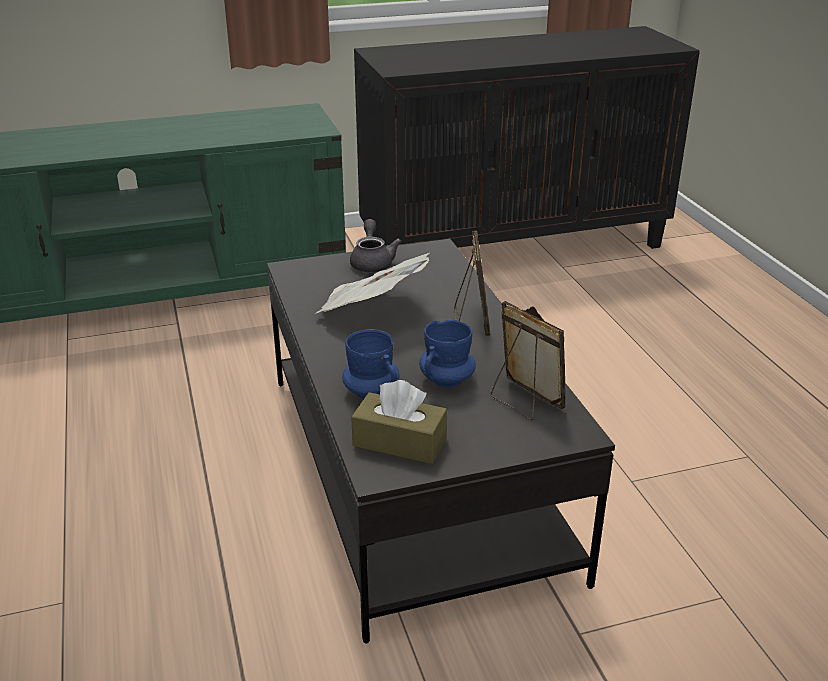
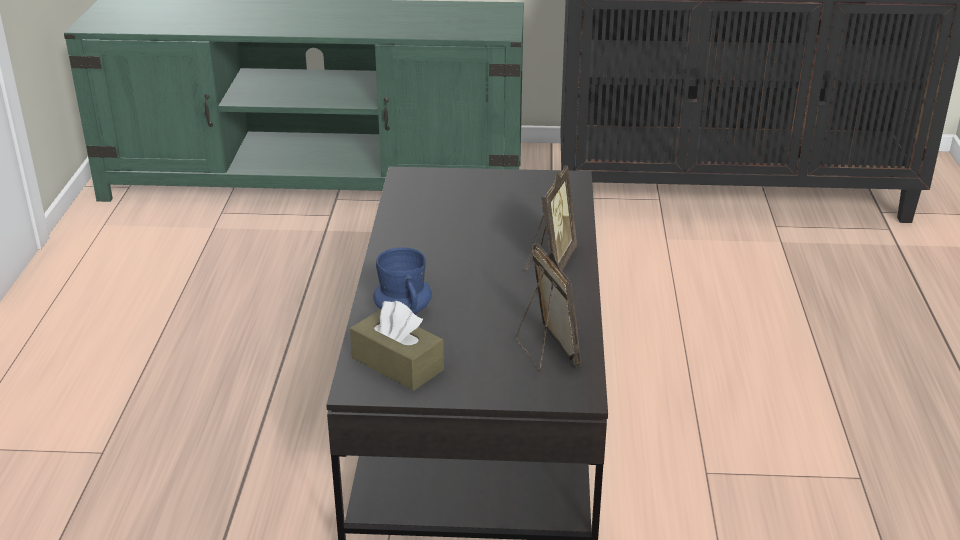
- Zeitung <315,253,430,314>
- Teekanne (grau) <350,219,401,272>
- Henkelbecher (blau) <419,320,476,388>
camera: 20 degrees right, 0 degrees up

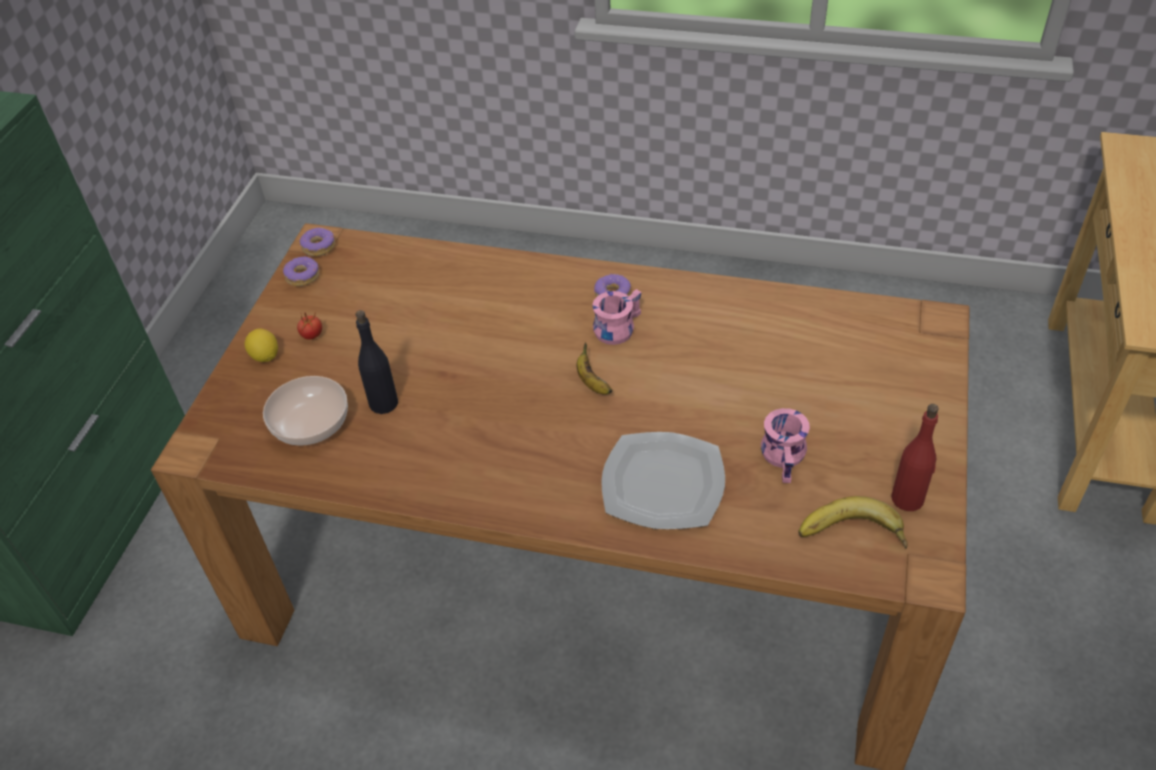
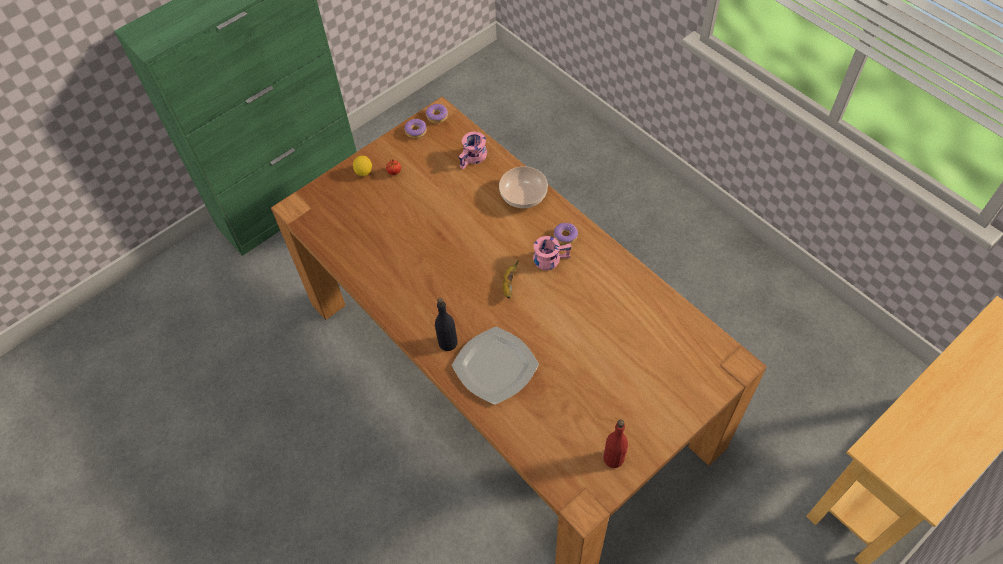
~ Flasche (schwarz) <356,310,398,414> to <435,298,458,351>
~ Henkelbecher (rosa) <761,408,810,483> to <458,132,487,169>
~ Schüssel <263,376,348,446> to <499,166,548,208>
- Banane <798,496,908,549>
camera: 35 degrees right, 10 degrees up

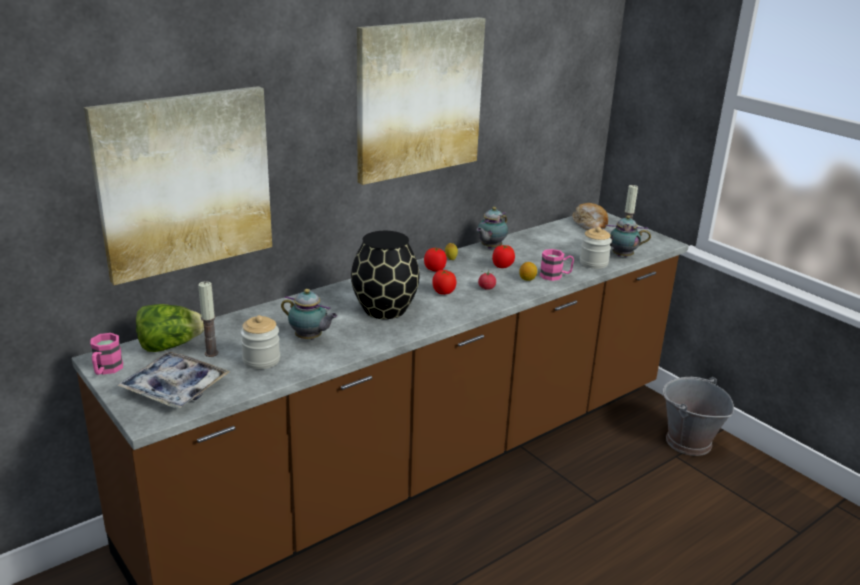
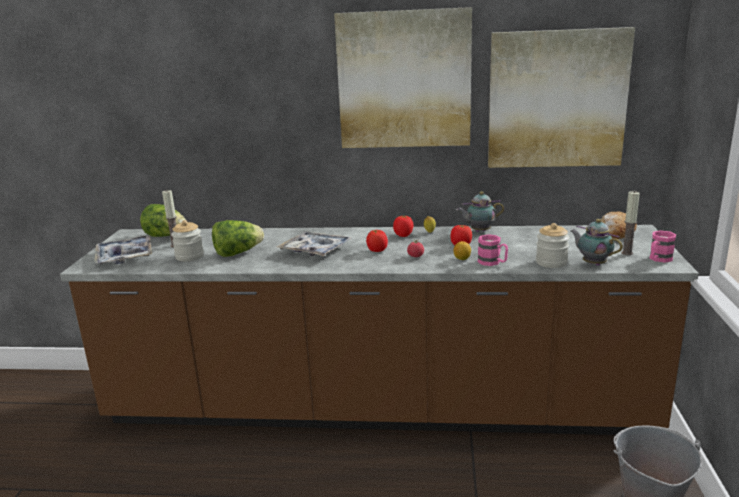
~ Teekanne <281,289,338,339> to Salatkopf <212,220,264,257>
~ Vase (schwarz) <351,231,420,319> to Tablett <277,231,352,256>
~ Bild <84,86,272,285> to <488,27,635,168>
~ Henkelbecher (rosa) <90,333,123,375> to <650,230,676,263>
camera: 45 degrees right, 5 degrees down

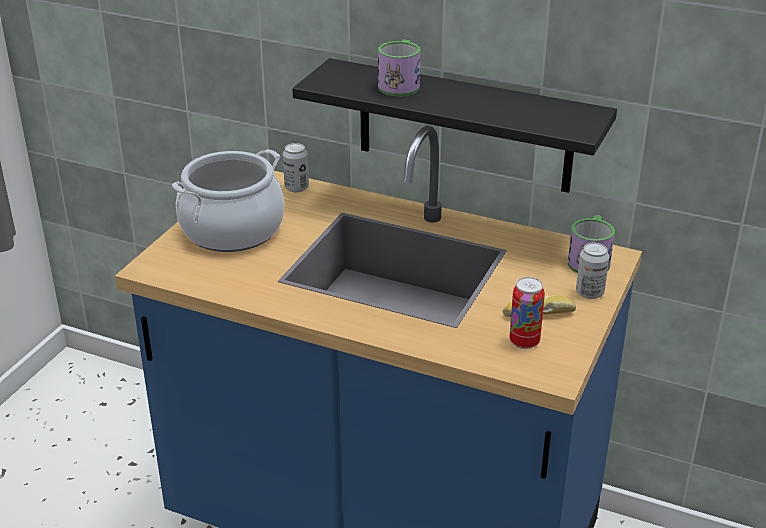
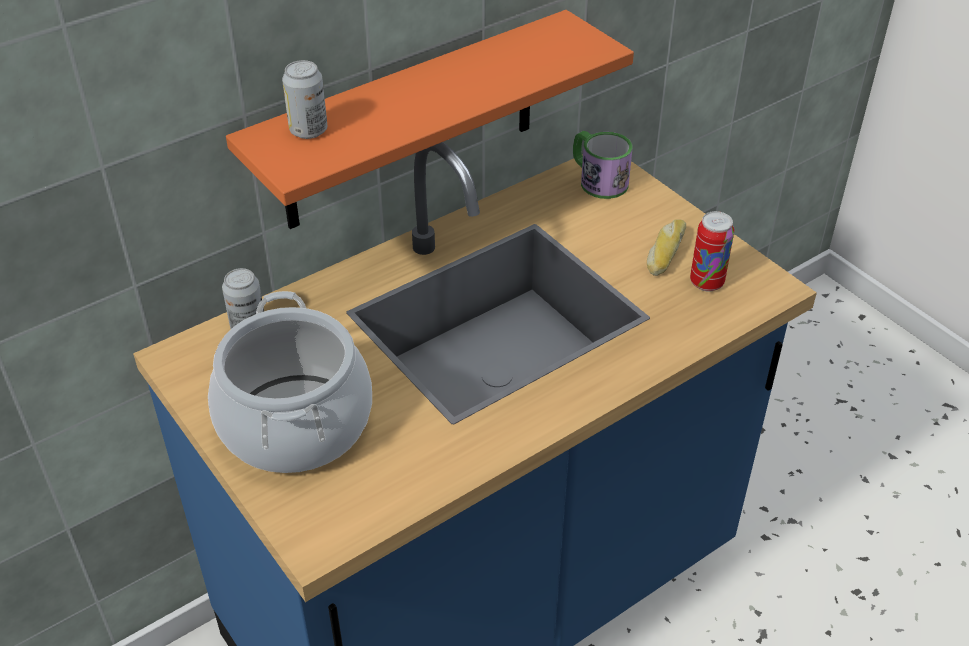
~ Wandregal (schwarz) <292,58,617,193> to Wandregal (orange) <226,10,634,229>
~ Dose <576,243,609,299> to <282,60,327,139>
- Henkelbecher <378,40,420,97>
camera: 60 degrees left, 10 degrees up

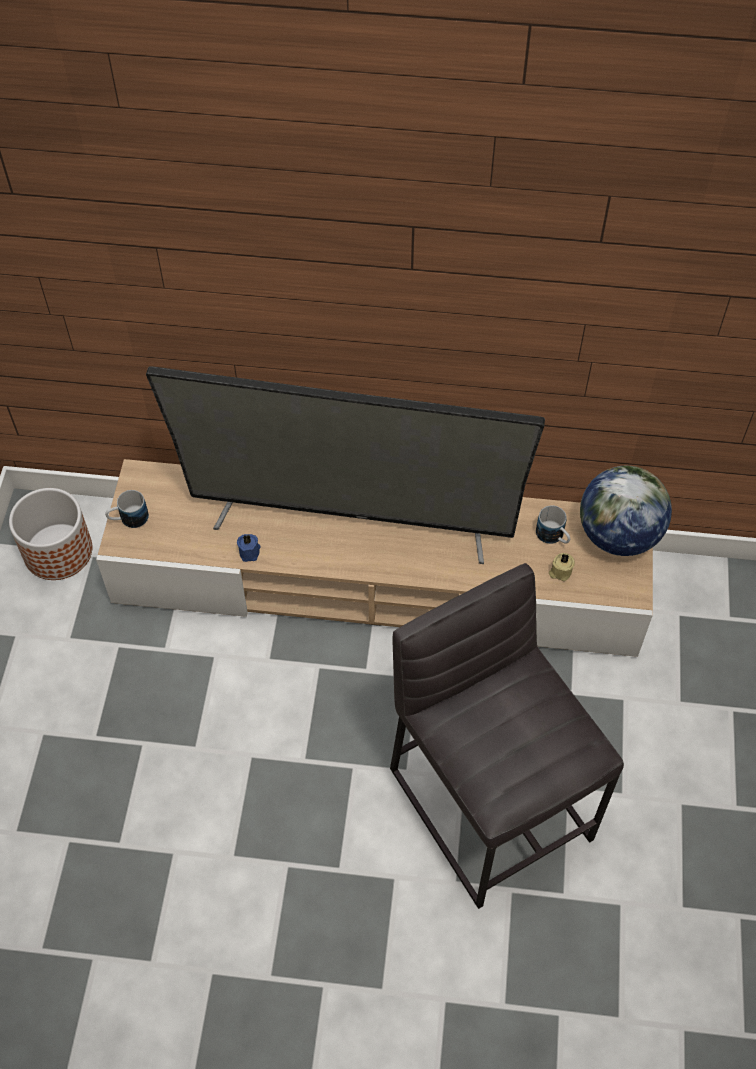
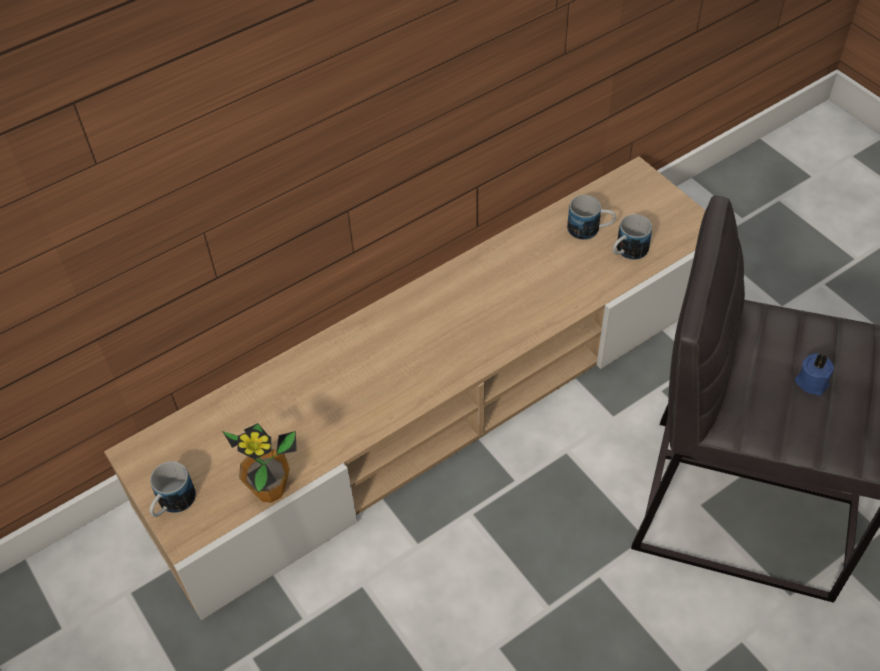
+ Topfpflanze <222,423,297,503>
~ Kerze (beige) <549,553,575,581> to Henkelbecher <613,214,652,260>
~ Kerze (blau) <237,534,261,562> to <795,353,834,396>
- Pflanzkübel <9,488,92,580>
- Fernseher <146,366,545,564>
- Globus <580,465,672,556>
camera: 40 degrees left, 5 degrees down

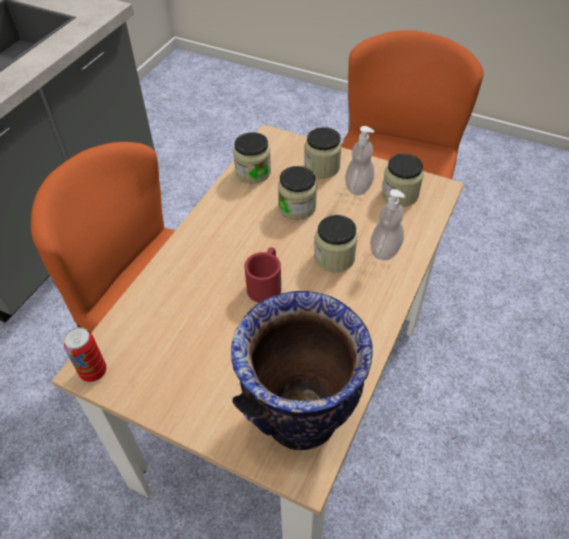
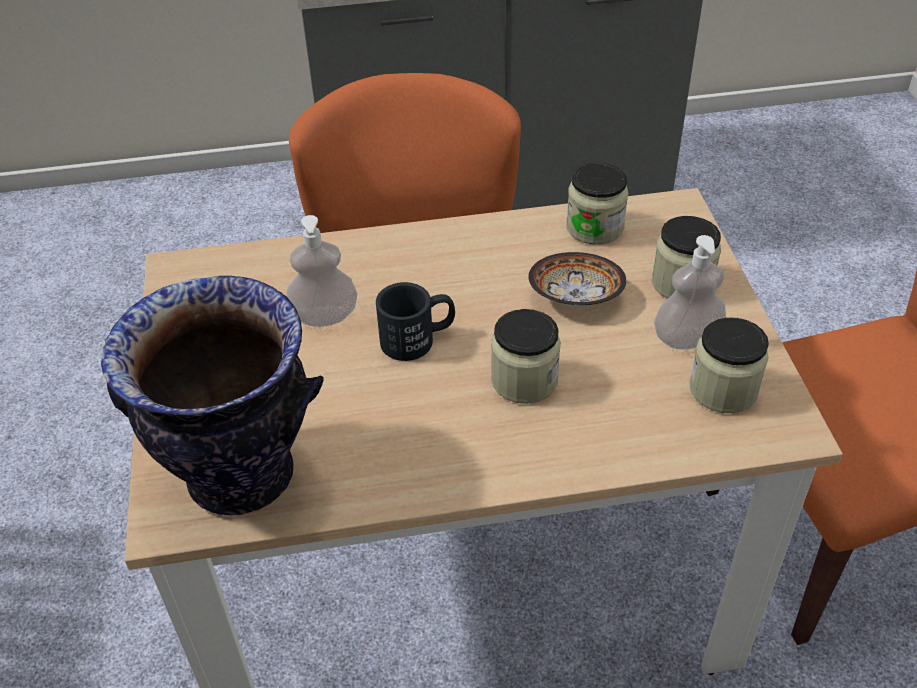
~ Seifenspender <370,189,406,260> to <286,215,357,327>
~ Henkelbecher (rot) <244,248,281,303> to Henkelbecher (schwarz) <376,282,455,361>
~ Vorratsglas <278,166,317,220> to Schüssel <528,252,626,307>
- Dose <64,327,106,382>
camera: 55 degrees right, 5 degrees down

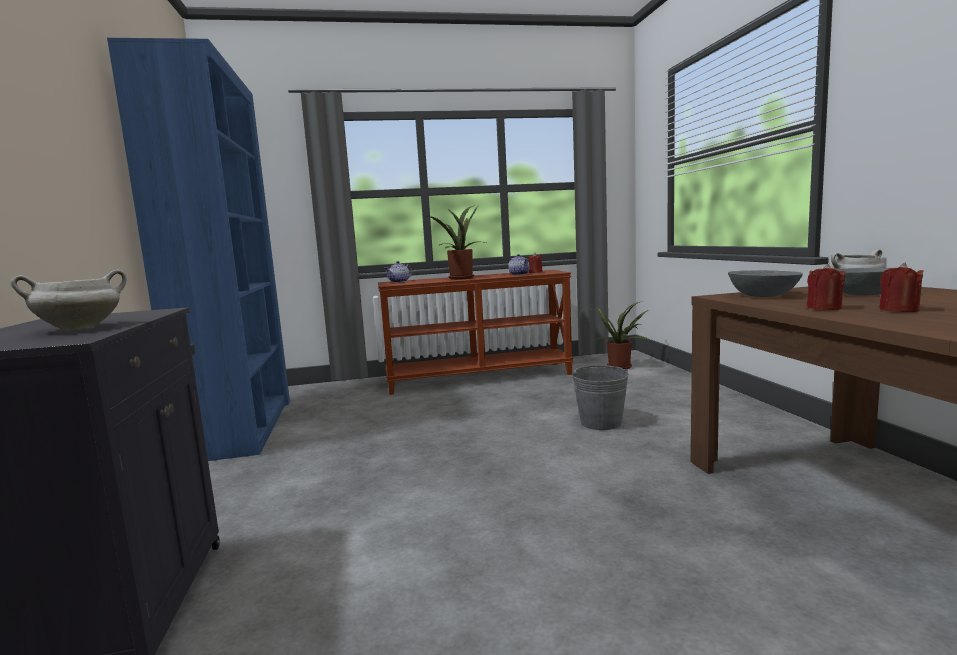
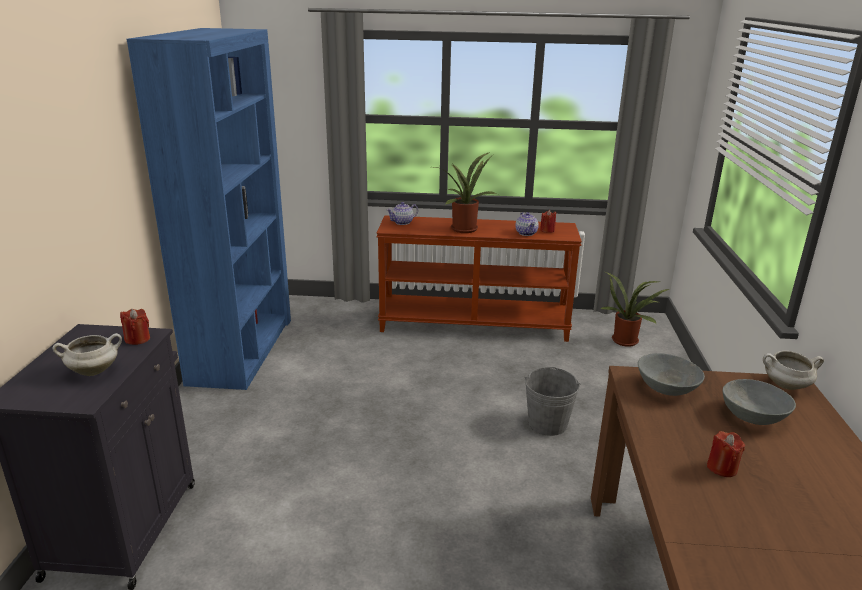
~ Kerze (rot) <807,264,845,310> to <120,309,150,345>
camera: 15 degrees right, 15 degrees up

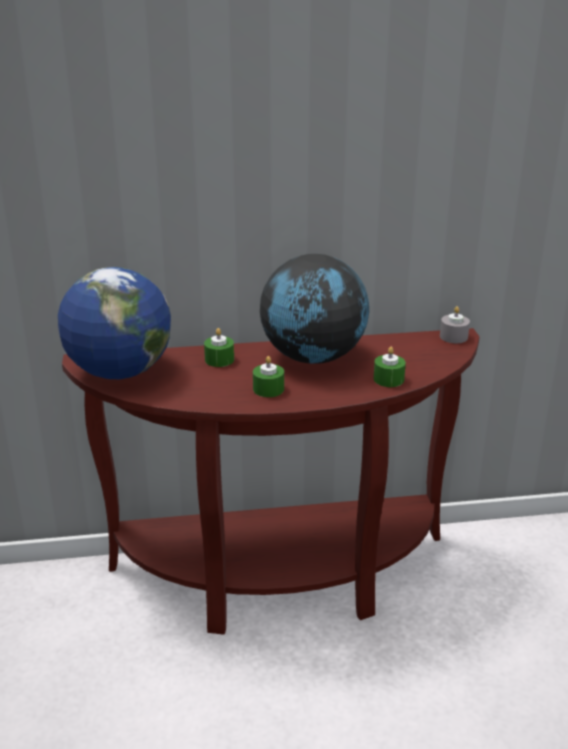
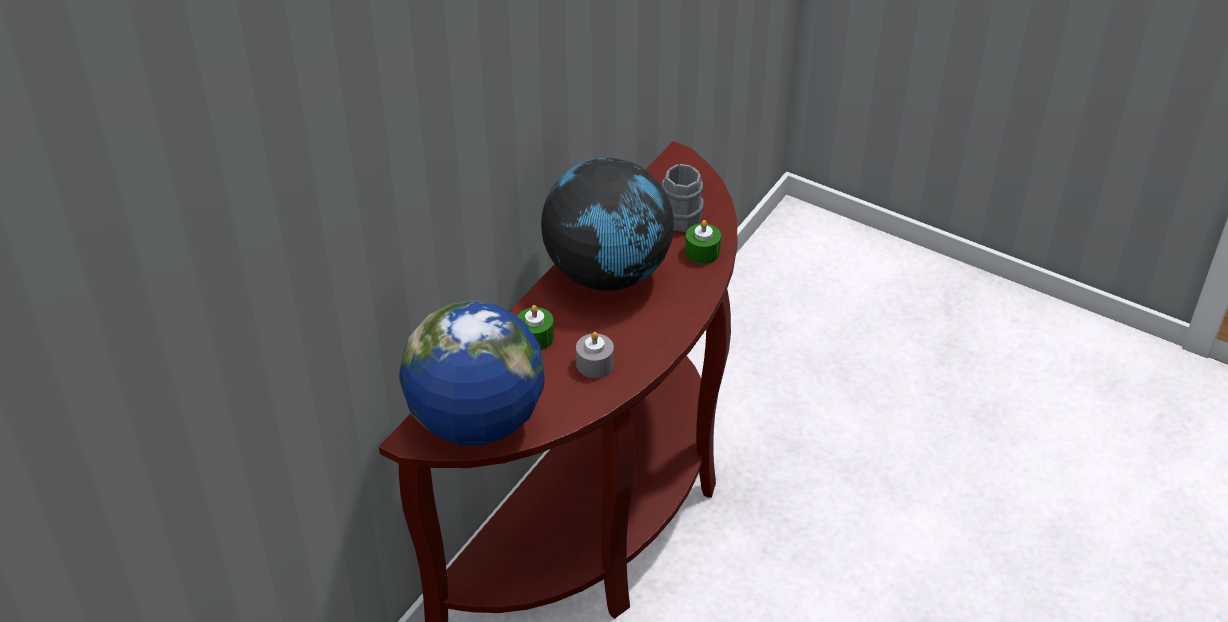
~ Kerze (grau) <440,306,470,343> to <576,332,614,378>
+ Henkelbecher (grau) <662,164,704,232>
- Kerze (grün) <253,356,284,397>
camera: 50 degrees left, 15 degrees up

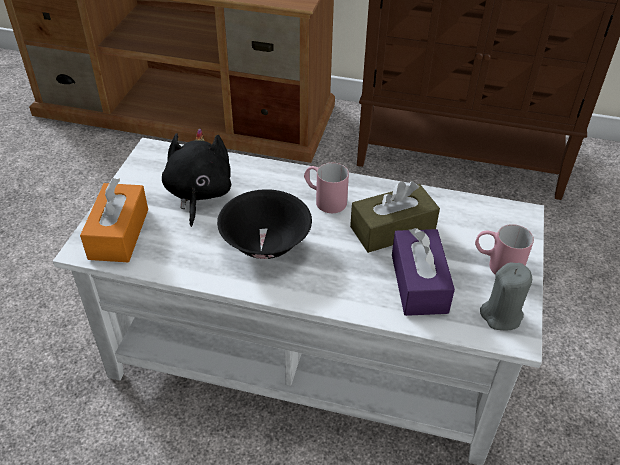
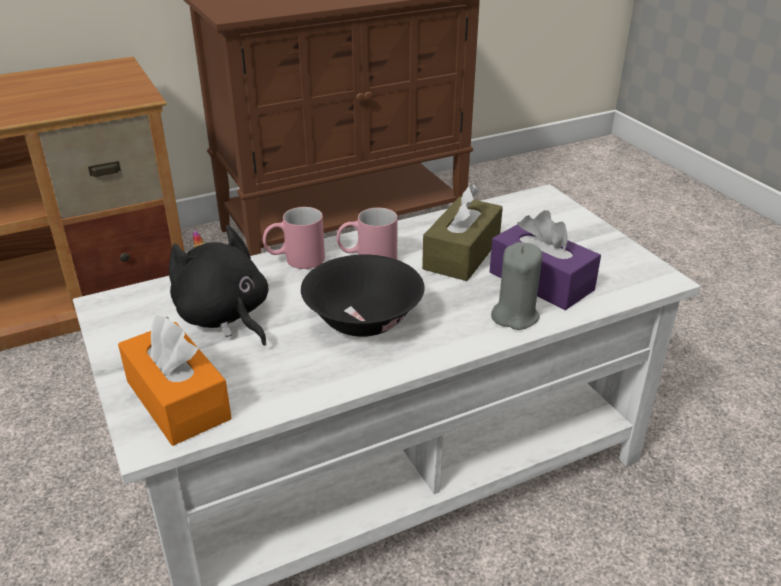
~ Henkelbecher (rosa) <475,224,534,275> to <263,207,325,269>
~ Kerze (grau) <480,262,532,330> to <491,242,542,330>
camera: 40 degrees left, 10 degrees down

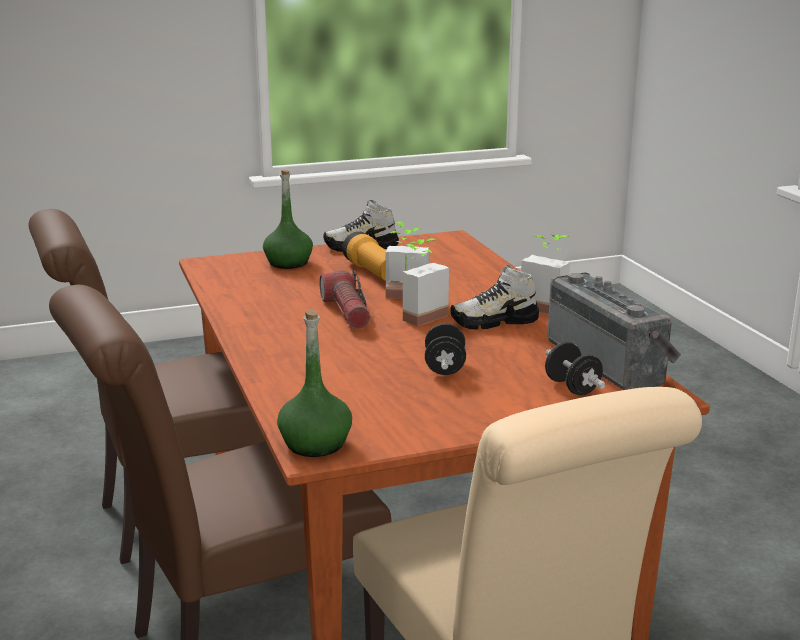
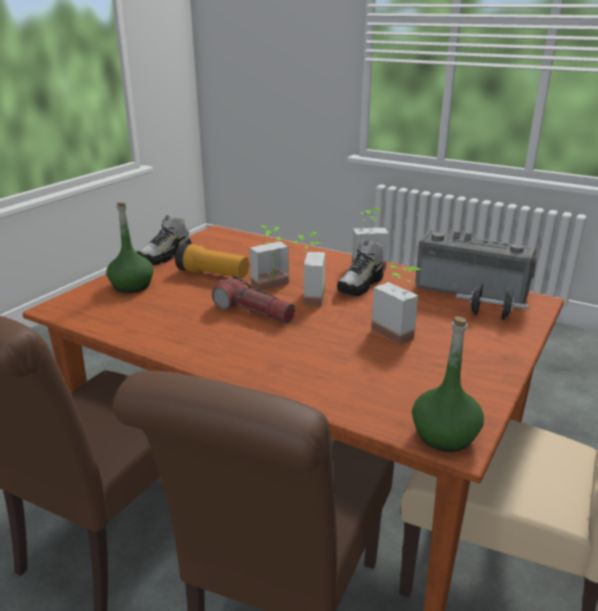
~ Hantel (schwarz) <425,323,466,375> to Topfpflanze <371,265,423,345>
camera: 40 degrees left, 5 degrees up

